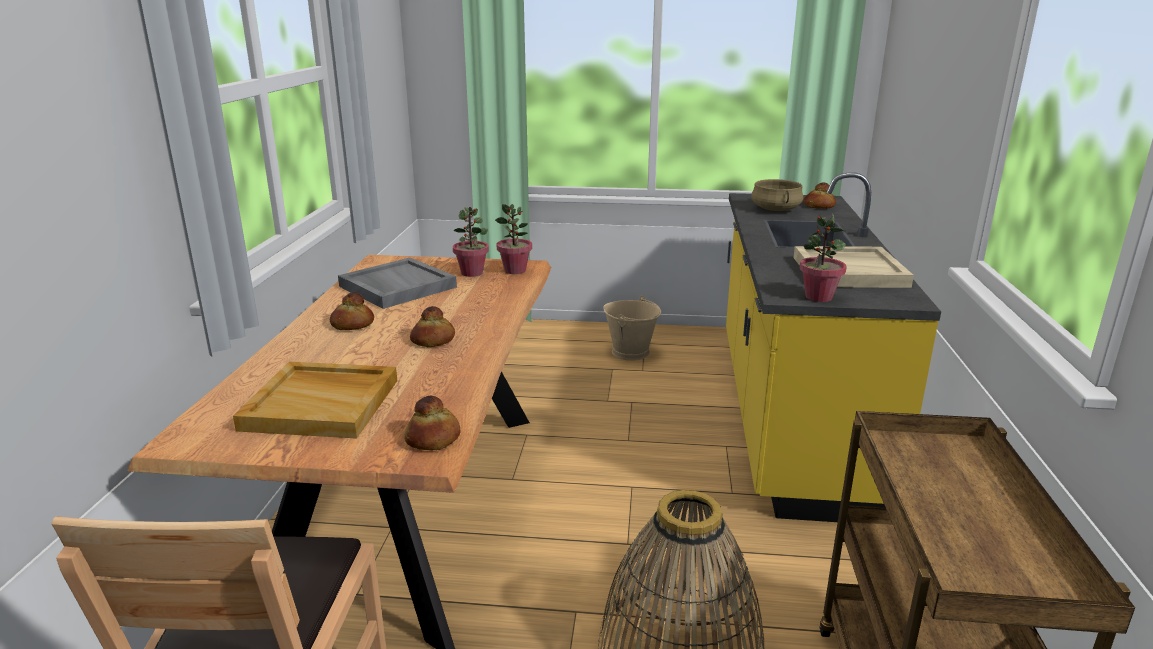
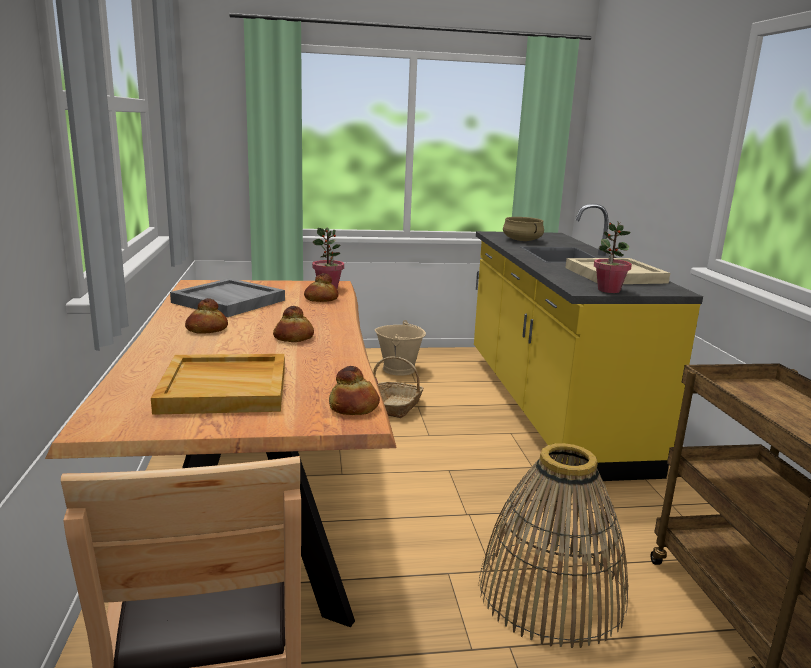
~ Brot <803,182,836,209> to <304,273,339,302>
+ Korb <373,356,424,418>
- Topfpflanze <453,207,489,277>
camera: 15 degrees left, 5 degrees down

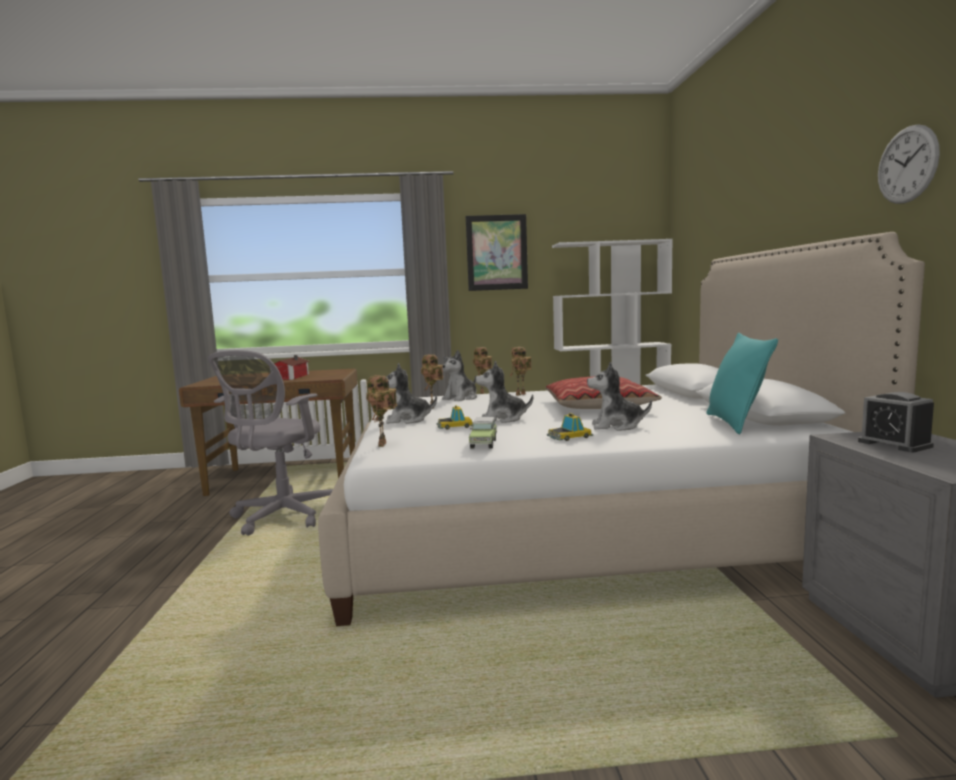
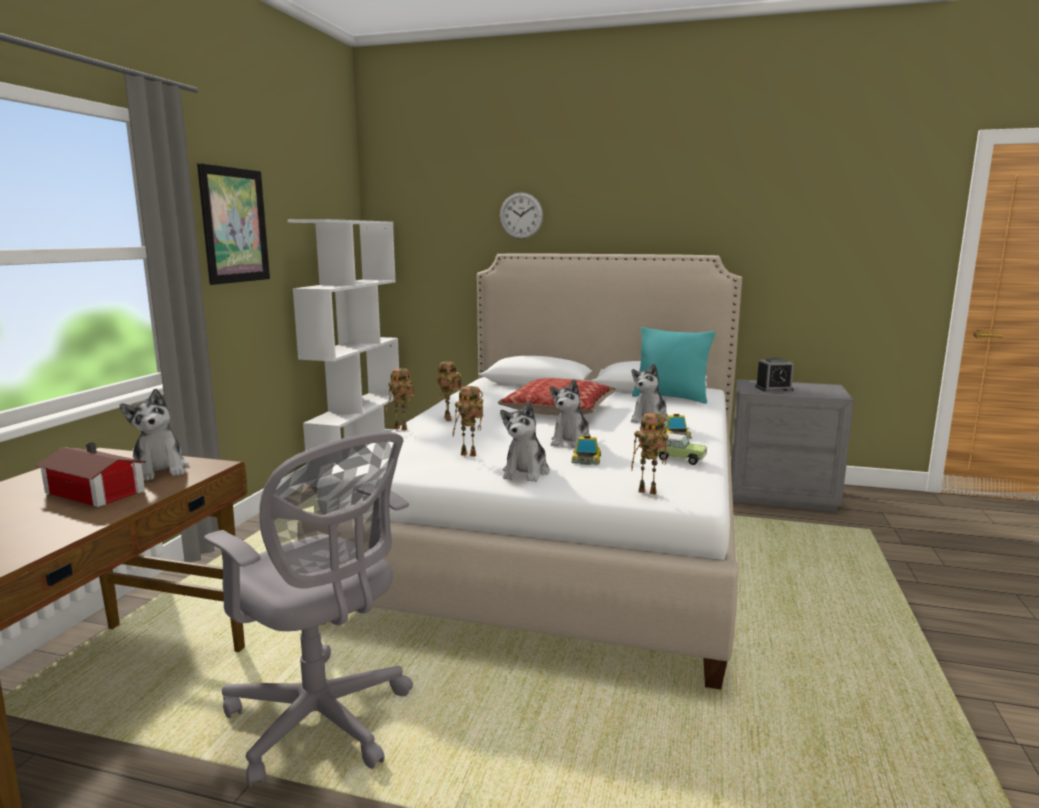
~ Plüschtier <442,350,477,401> to <120,389,189,481>
~ Wanduhr <878,124,940,204> to <500,192,543,239>
camera: 70 degrees left, 5 degrees up

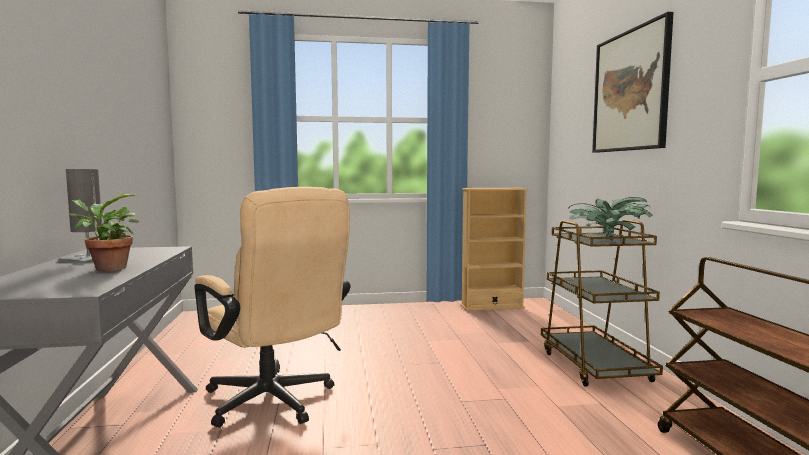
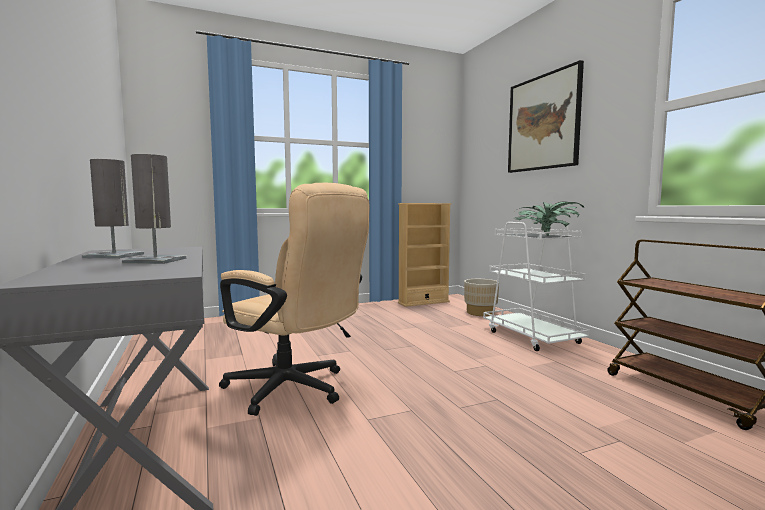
~ Topfpflanze <69,194,139,271> to Tischlampe (grau) <122,154,186,264>
+ Pflanzkübel (beige) <464,279,499,316>
~ Rollwagen (braun) <541,219,663,387> to Rollwagen (weiß) <483,222,590,351>
camera: 15 degrees left, 0 degrees up

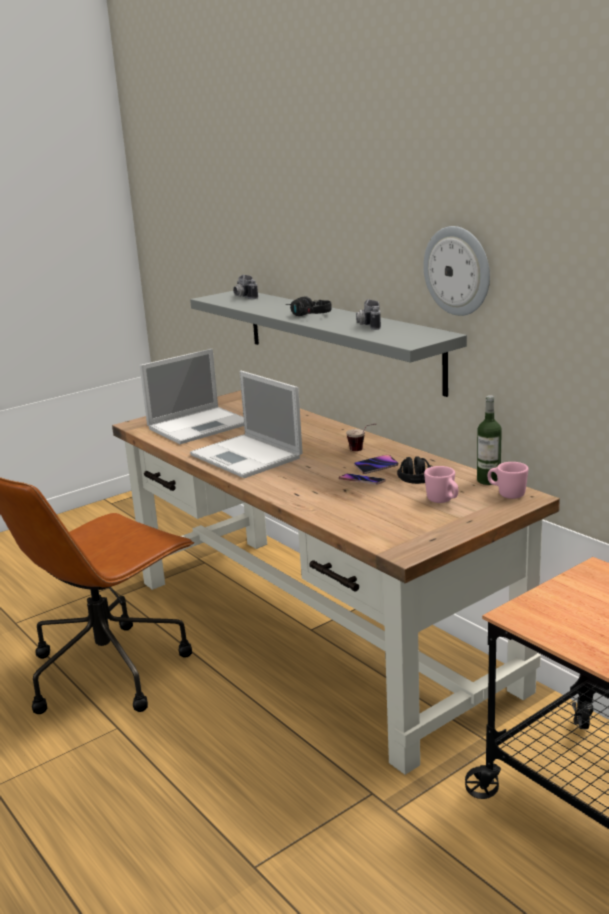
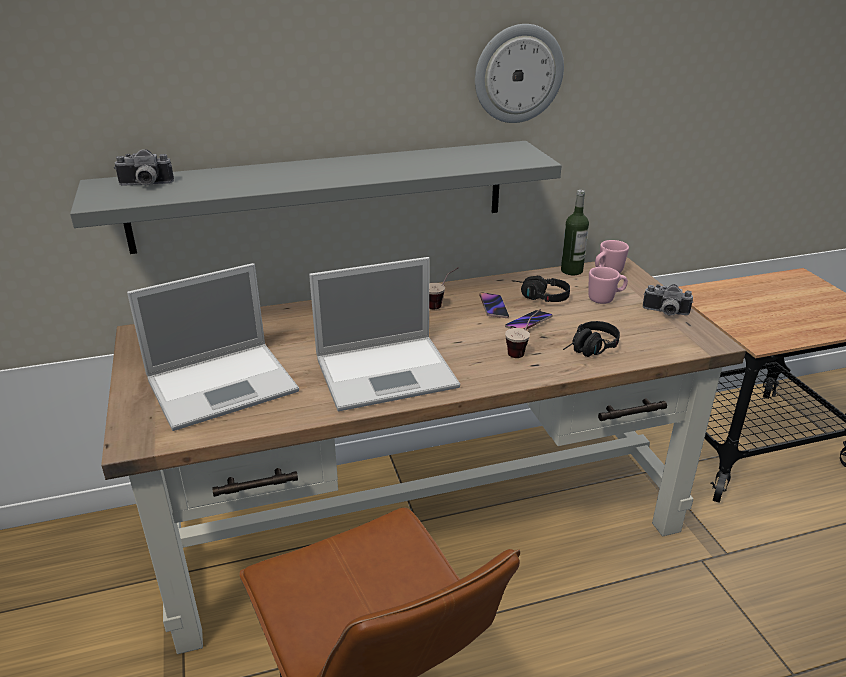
~ Laptop <140,349,244,444> = <127,263,299,431> 75 degrees clockwise
+ Tasse <505,309,541,358>
~ Kopfhörer (schwarz) <286,296,332,316> to <563,321,620,357>
~ Kamera <356,299,381,330> to <643,284,693,316>
camera: 70 degrees left, 10 degrees up

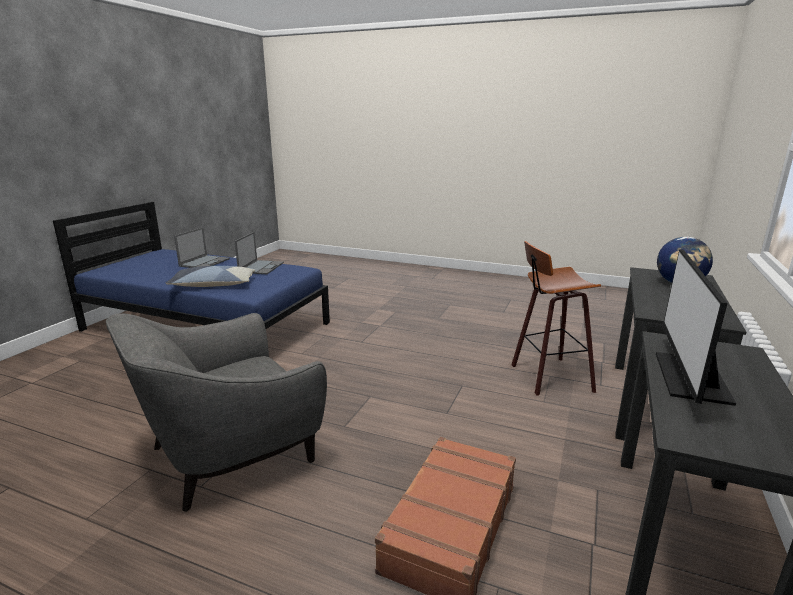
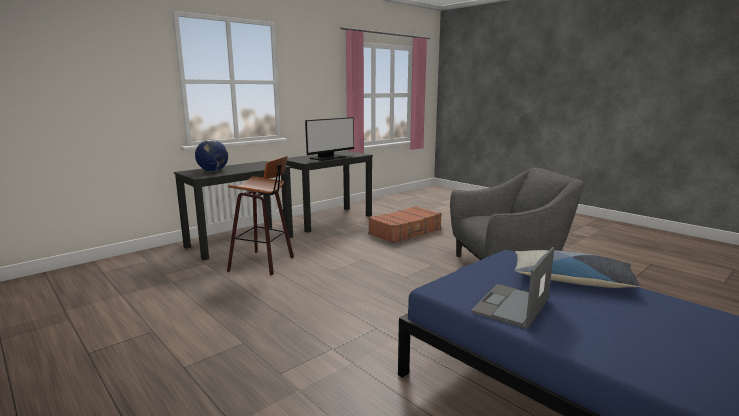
- Laptop <174,227,230,268>
camera: 155 degrees left, 5 degrees down

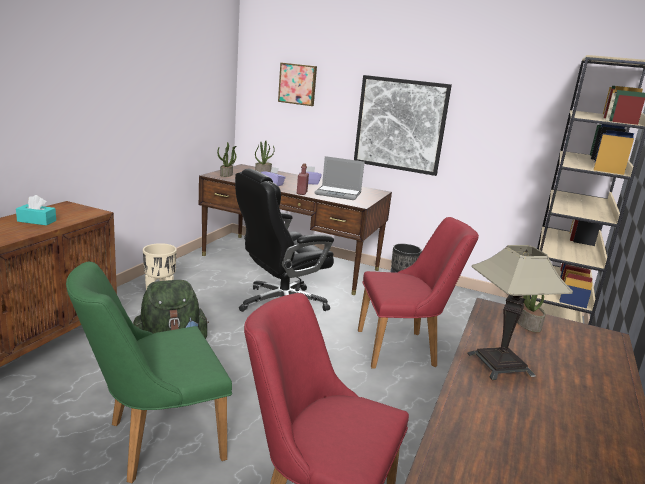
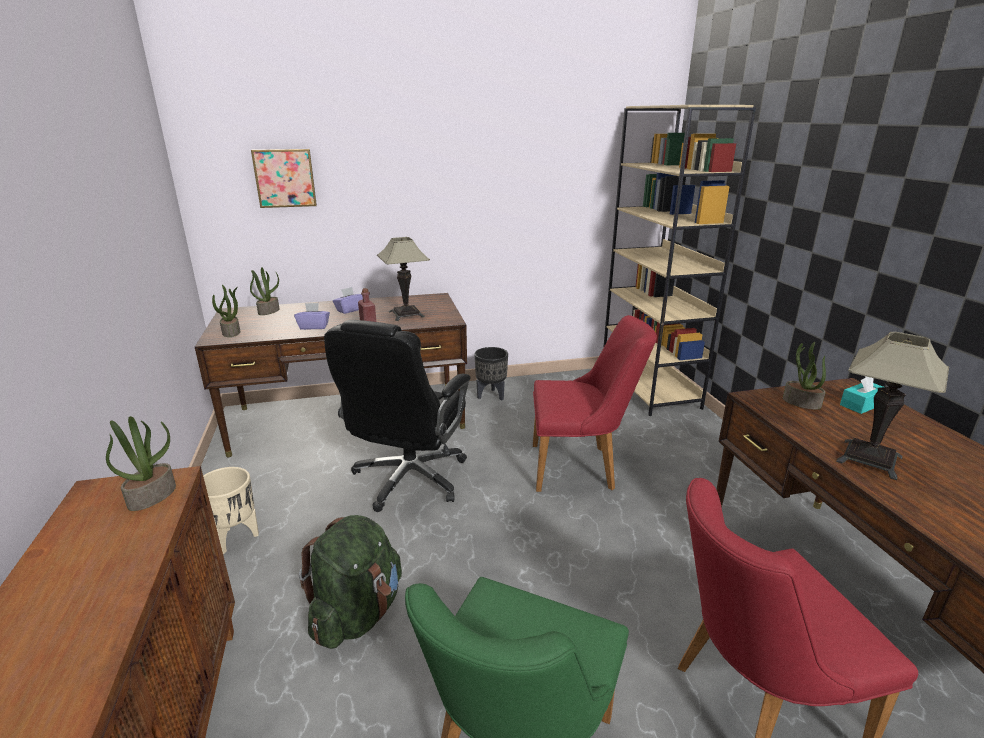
+ Topfpflanze <106,416,176,511>
~ Laptop <315,156,365,200> to Tischlampe <377,237,430,321>
~ Stuhl (rot) <358,217,479,369> = <533,315,657,492> 45 degrees clockwise
~ Taschentuchbox (türkis) <16,195,56,226> to <840,376,883,414>
- Bild <354,75,452,176>
camera: 35 degrees left, 5 degrees up

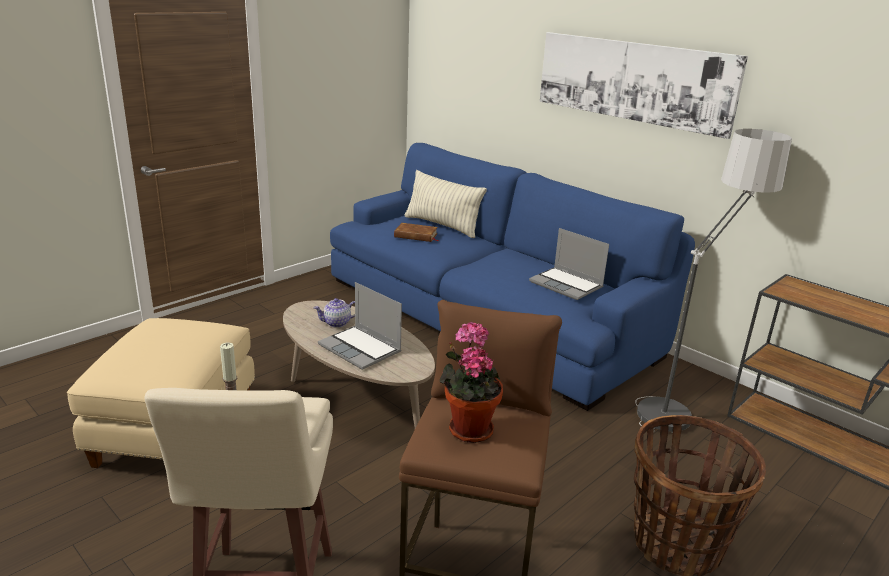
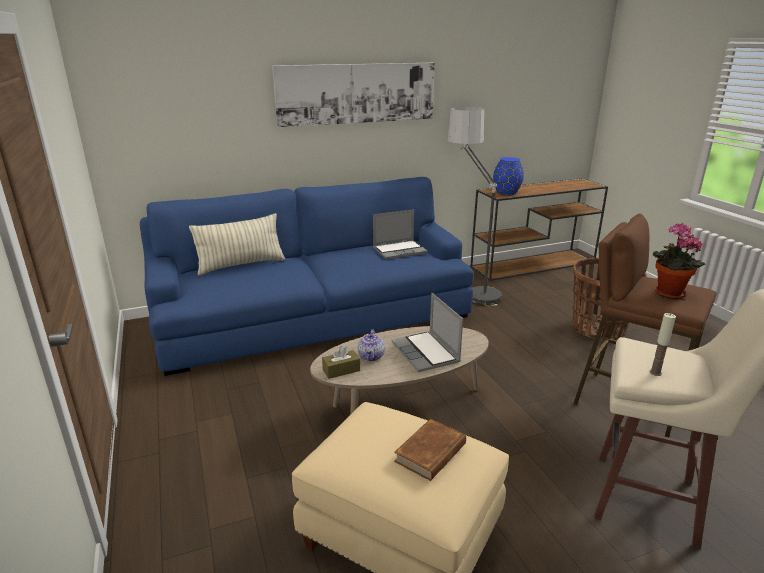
+ Taschentuchbox (braun) <322,346,360,379>
~ Laptop <318,282,402,370> = <391,293,463,372> 90 degrees clockwise
~ Buch (braun) <394,223,439,242> to <394,419,466,481>
+ Vase (blau) <493,157,524,195>
camera: 65 degrees left, 0 degrees up

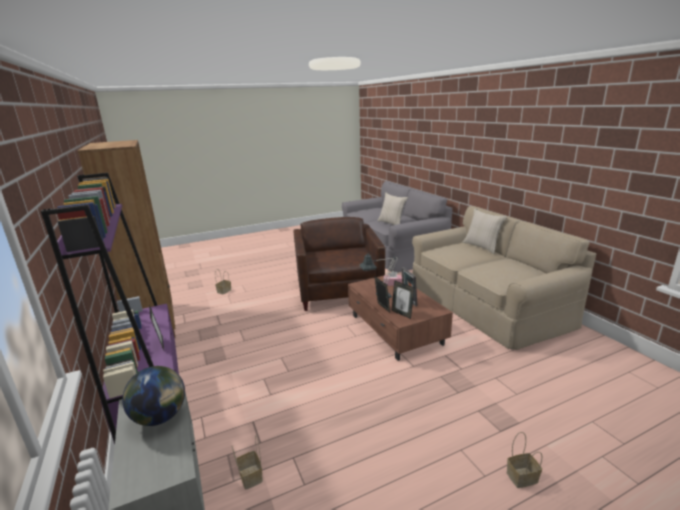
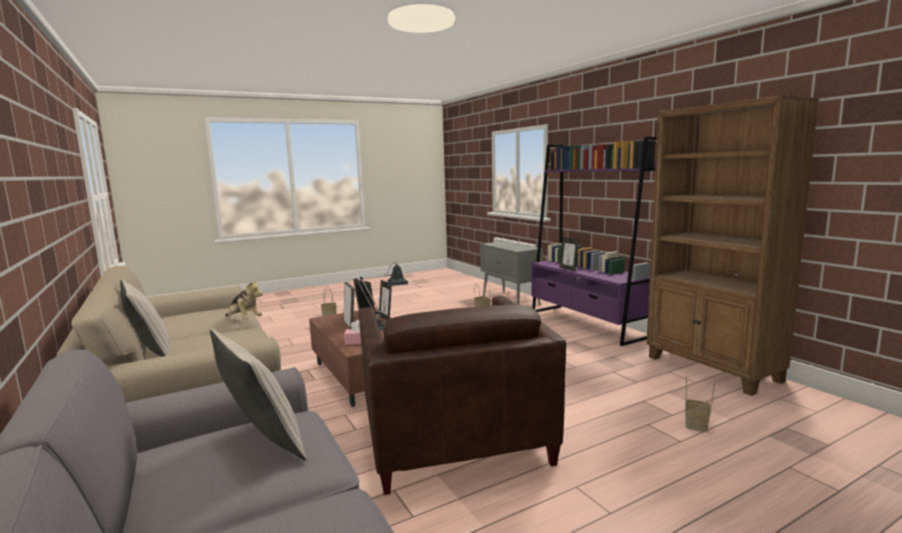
+ Plüschtier <225,280,263,319>
- Globus <122,366,185,426>
camera: 175 degrees right, 10 degrees down

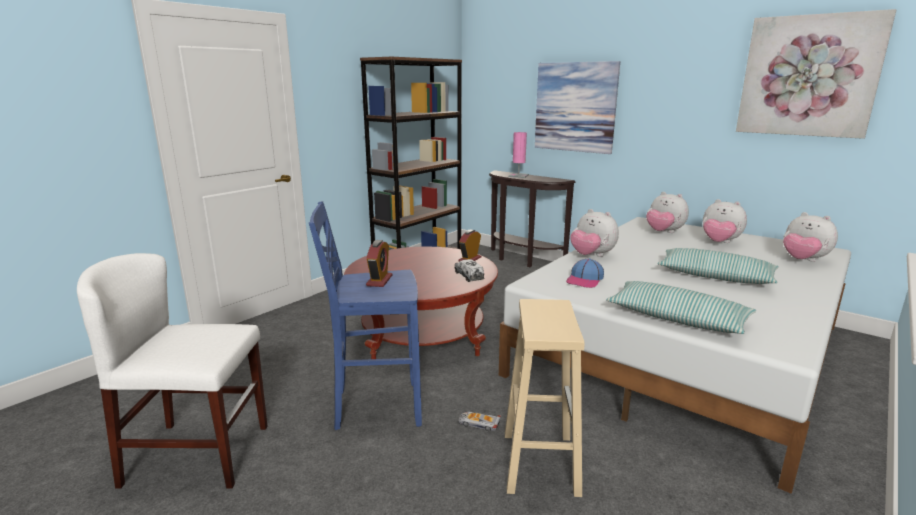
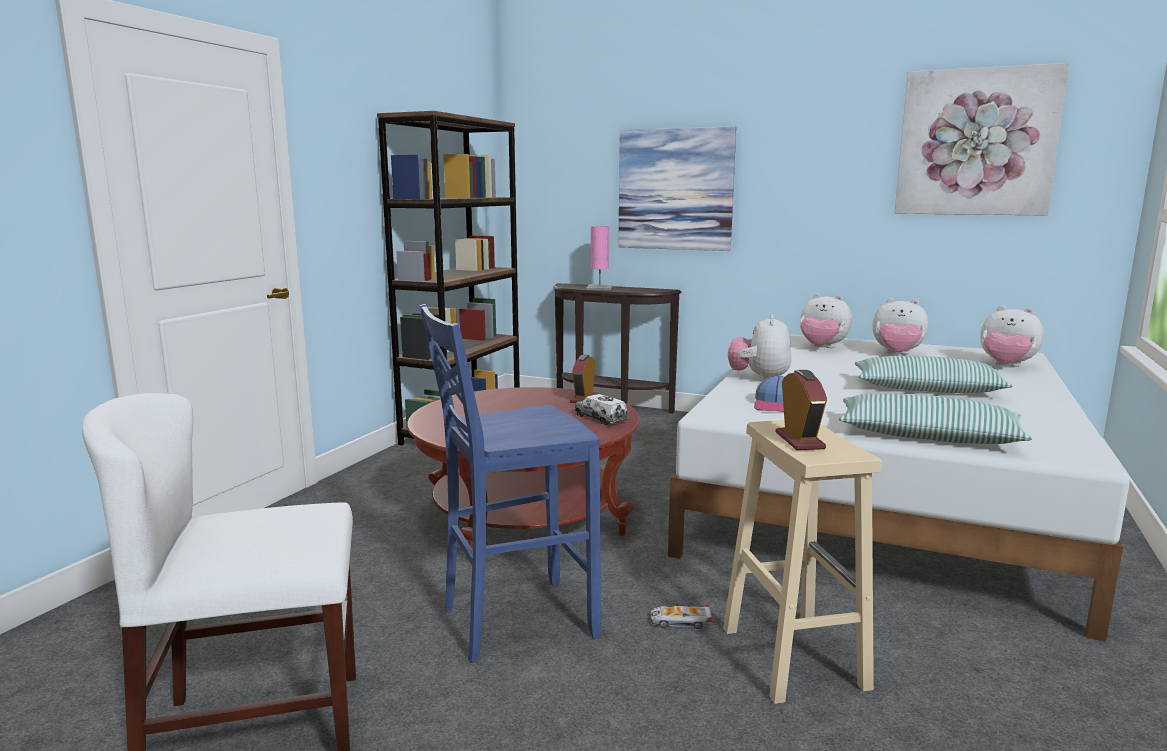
~ Plüschtier <570,209,619,257> = <728,315,791,380> 75 degrees clockwise
~ Wecker <366,240,392,287> to <776,370,827,450>
camera: 15 degrees left, 5 degrees down

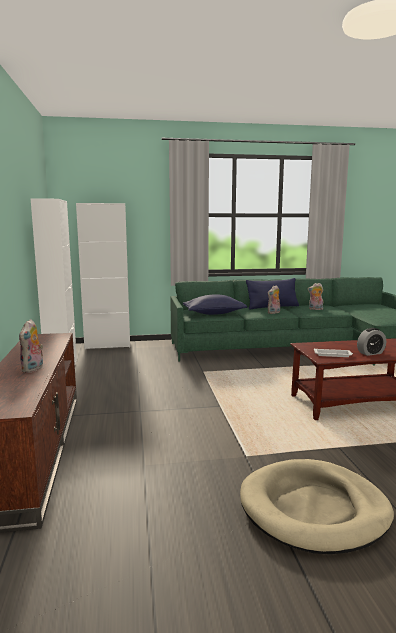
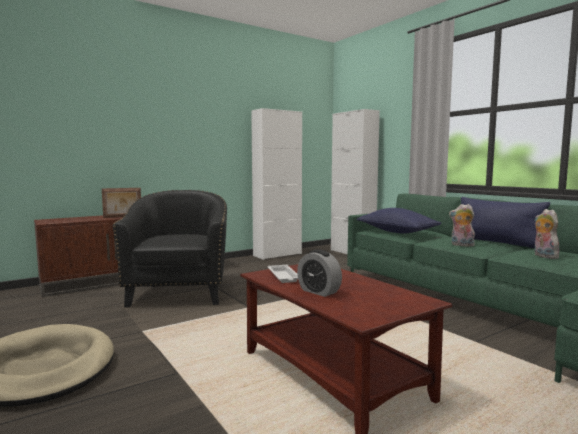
~ Plüschtier <19,319,43,373> to Bilderrahmen <102,188,141,218>
+ Sessel (schwarz) <113,190,227,307>
camera: 65 degrees right, 5 degrees down

